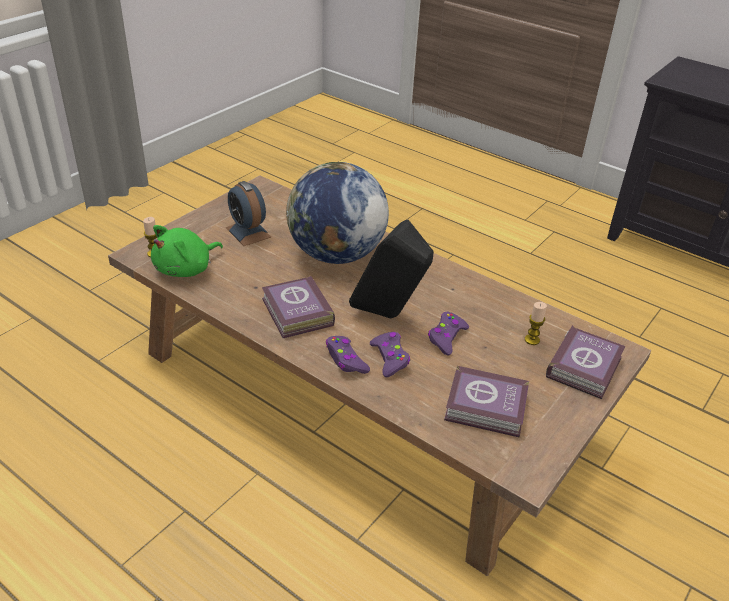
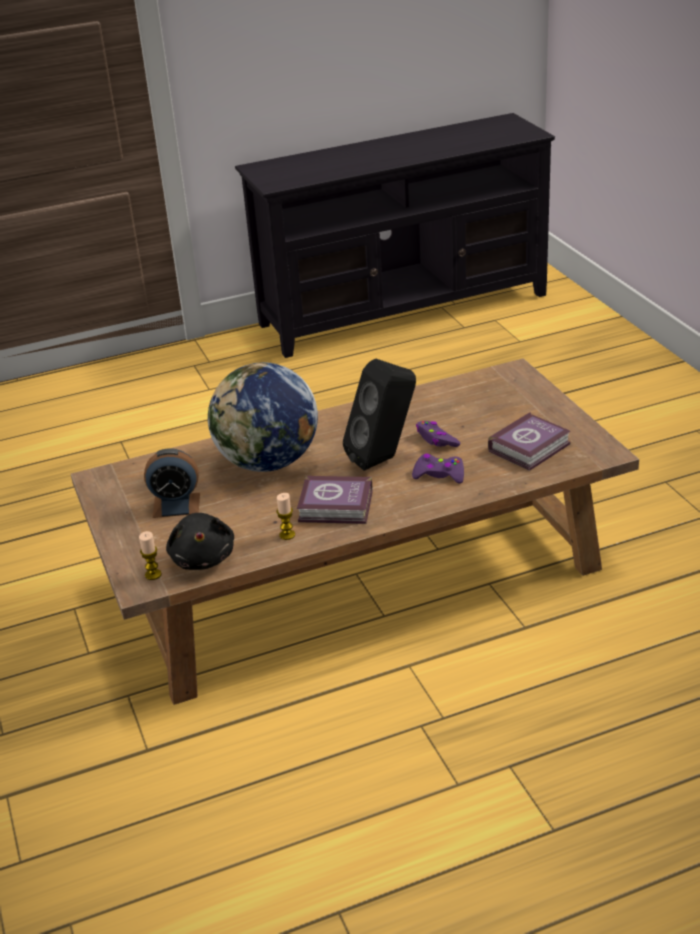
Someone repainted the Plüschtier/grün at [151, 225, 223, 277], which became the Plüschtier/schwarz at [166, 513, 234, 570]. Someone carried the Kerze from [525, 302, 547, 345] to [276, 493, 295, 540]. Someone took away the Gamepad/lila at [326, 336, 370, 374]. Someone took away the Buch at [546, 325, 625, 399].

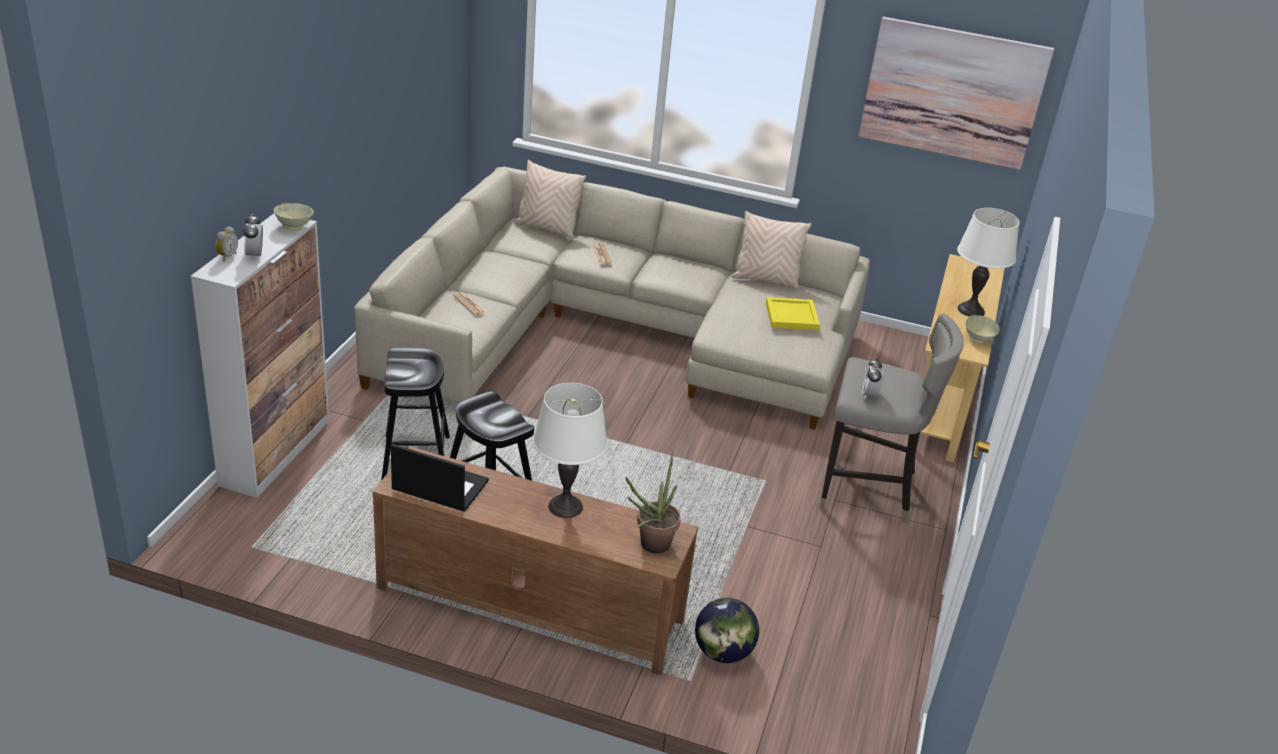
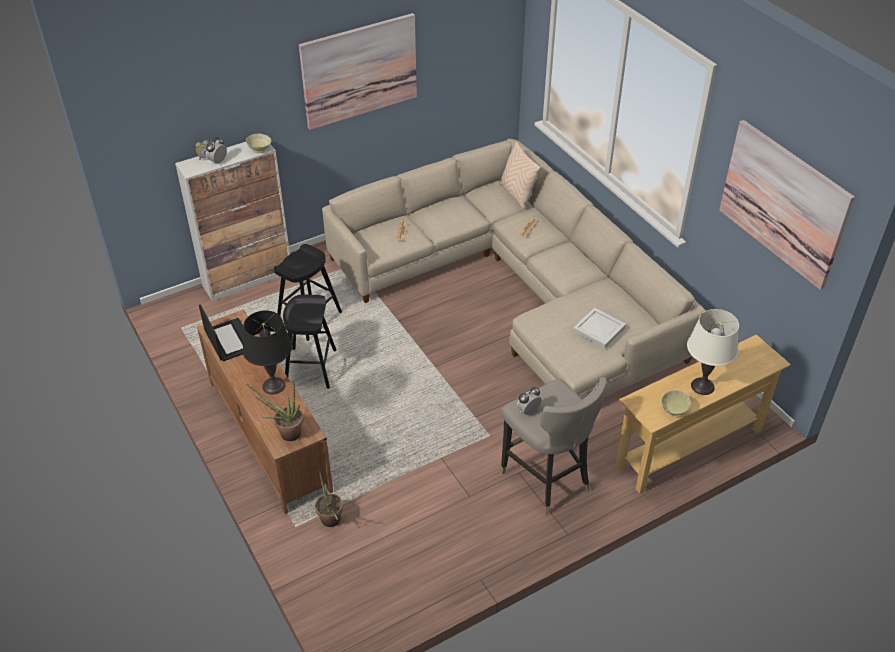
Someone repainted the Tischlampe/weiß at [533, 383, 608, 518], which became the Tischlampe/schwarz at [242, 310, 292, 394]. Someone put up the Bild at [299, 13, 417, 130]. Someone swapped the Globus at [695, 598, 759, 663] for the Topfpflanze at [315, 469, 343, 527]. Someone repainted the Tablett/gelb at [766, 297, 820, 330], which became the Tablett/weiß at [573, 308, 626, 349]. Someone took away the Kissen/beige at [732, 211, 811, 289].

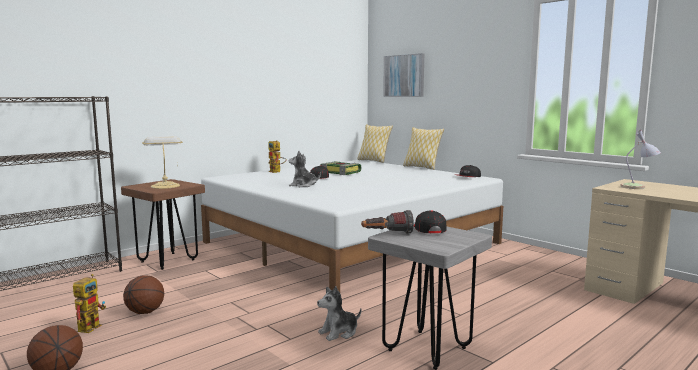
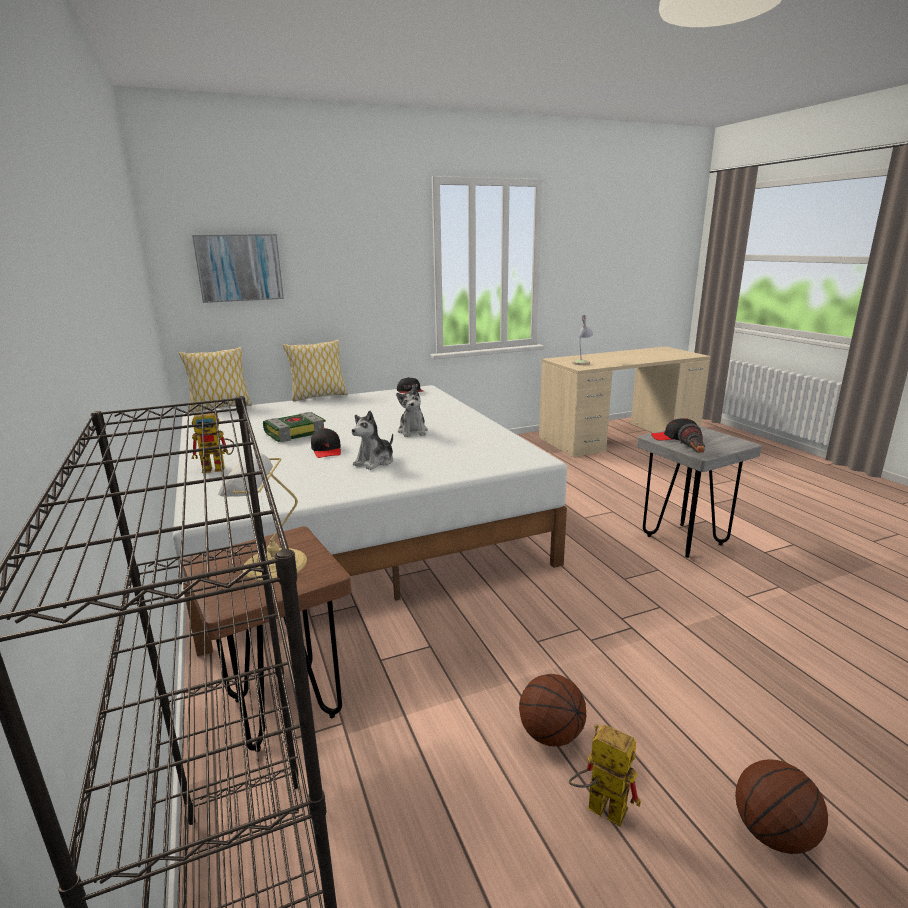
Someone carried the Plüschtier from [317, 286, 362, 341] to [396, 386, 428, 437].

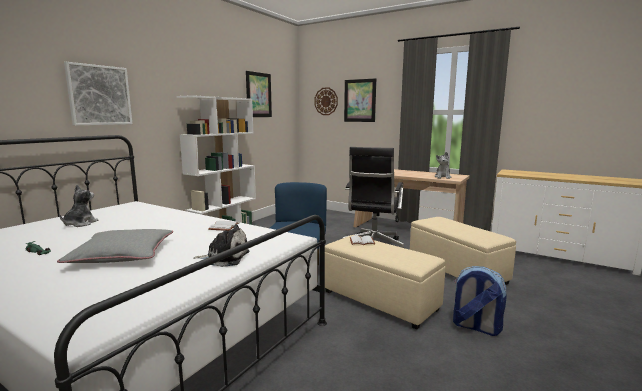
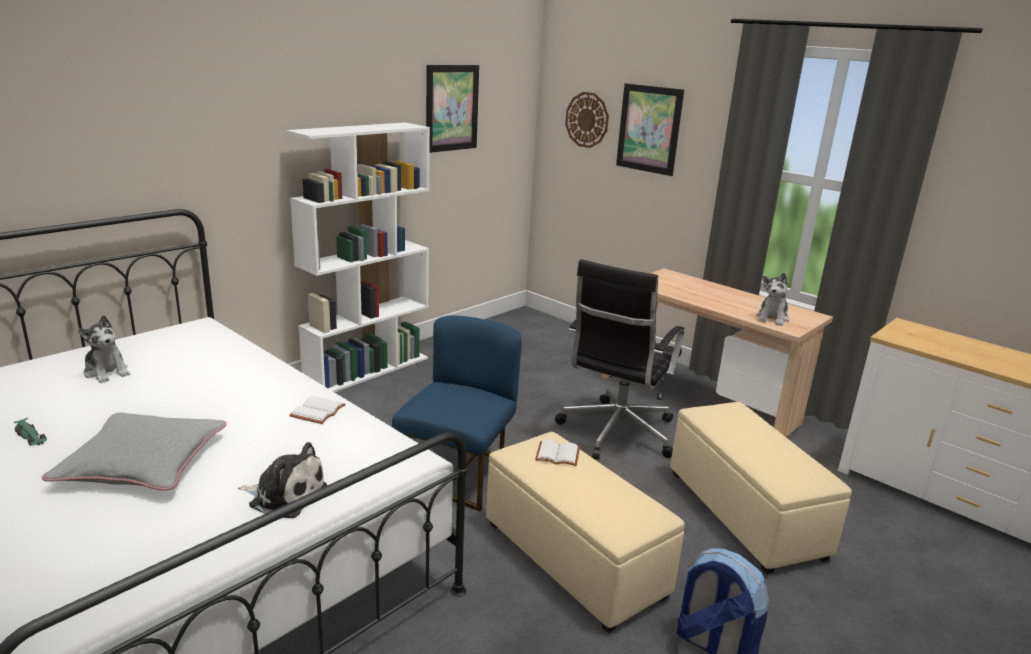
Someone rotated the Plüschtier at [59, 185, 99, 227] by 105 degrees clockwise. Someone took away the Bild at [64, 62, 132, 126].

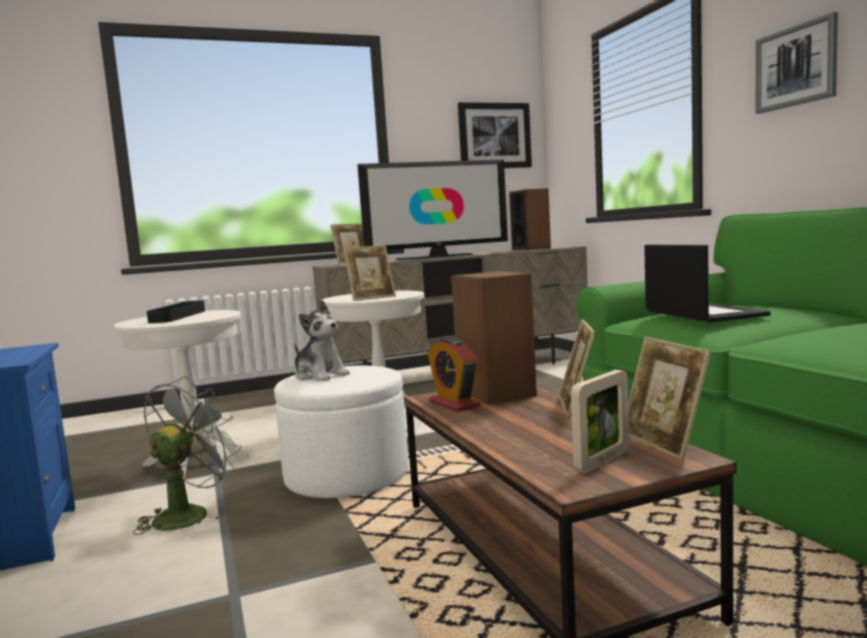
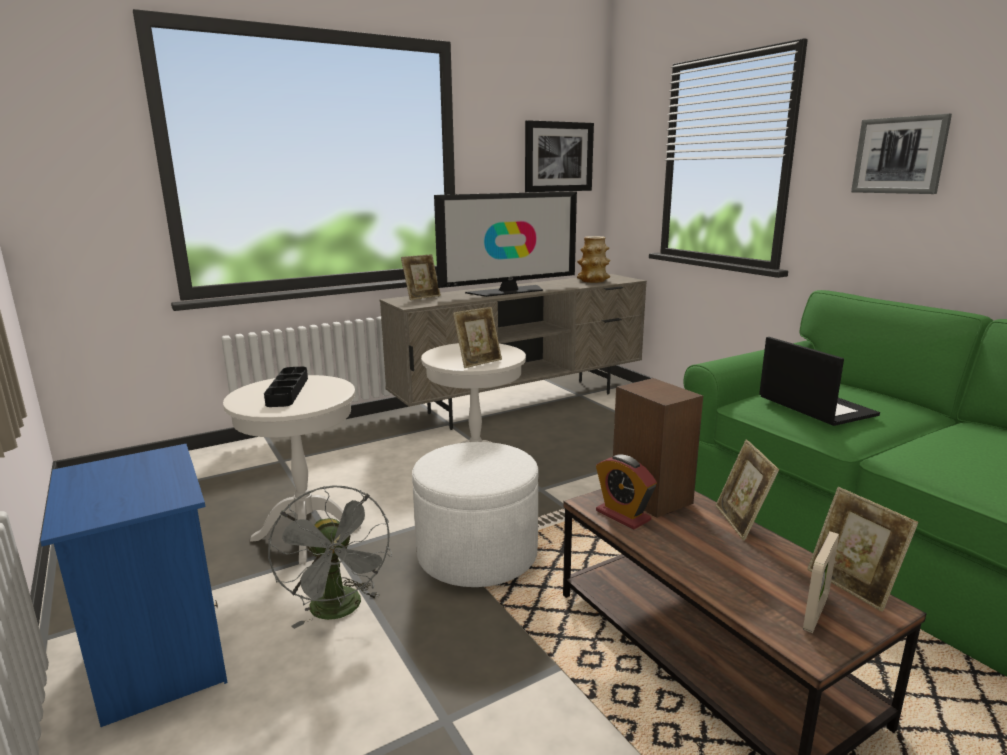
Someone rotated the Ventilator/grau at [133, 376, 241, 535] by 135 degrees clockwise. Someone swapped the Lautsprecher at [509, 188, 551, 250] for the Vase at [577, 236, 611, 283]. Someone took away the Plüschtier at [294, 300, 350, 381].

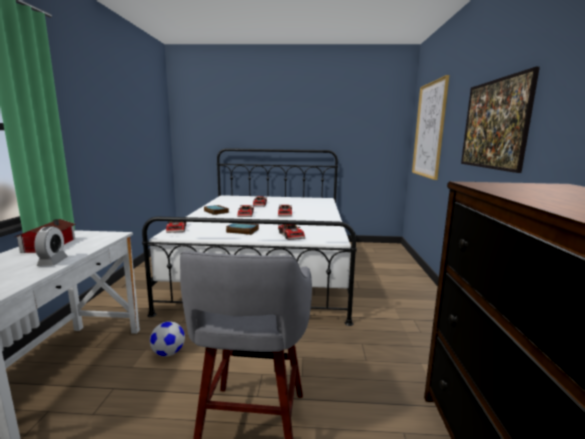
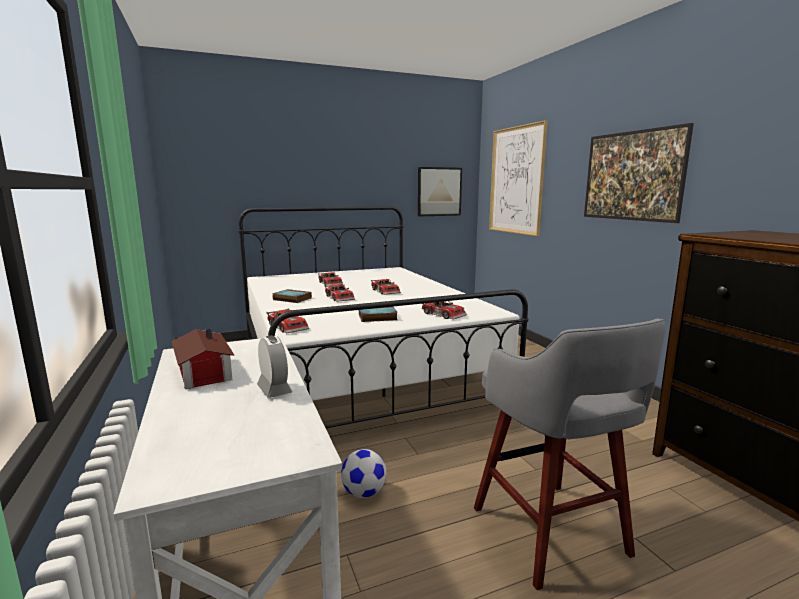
Someone put up the Bild at [418, 167, 462, 216].

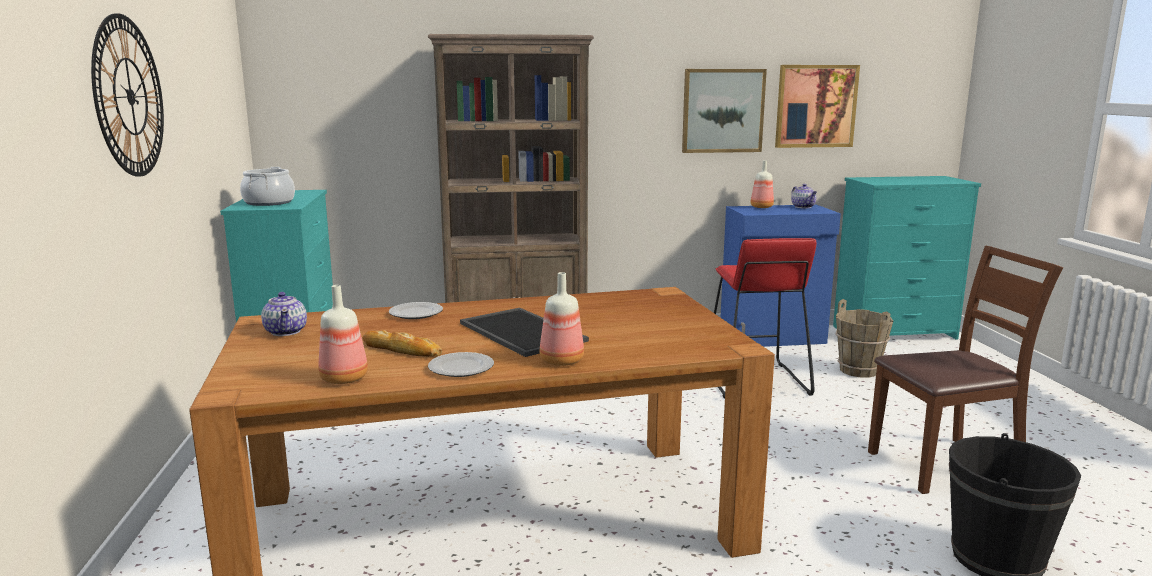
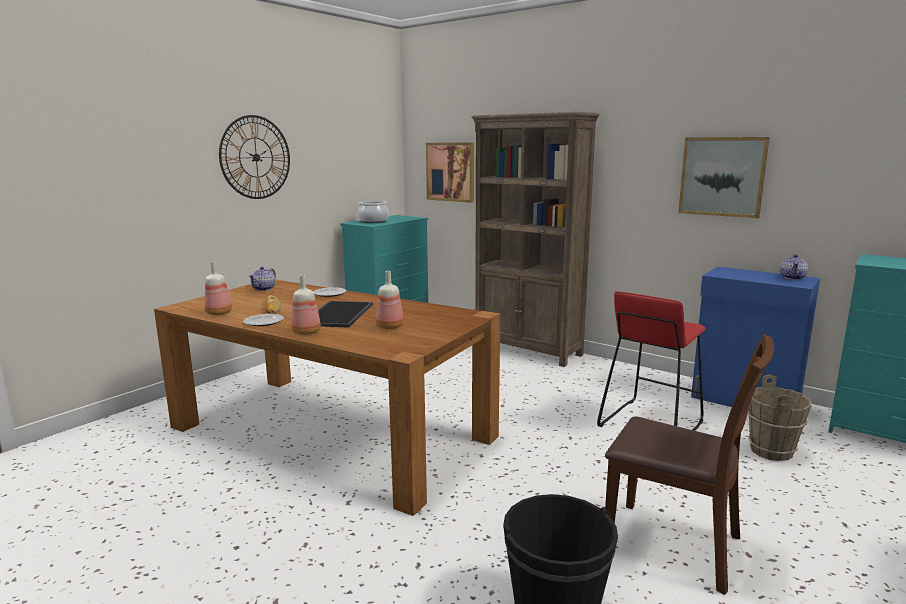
Someone carried the Flasche from [751, 160, 774, 208] to [376, 271, 404, 329]. Someone carried the Bild from [775, 65, 860, 148] to [426, 142, 474, 203].

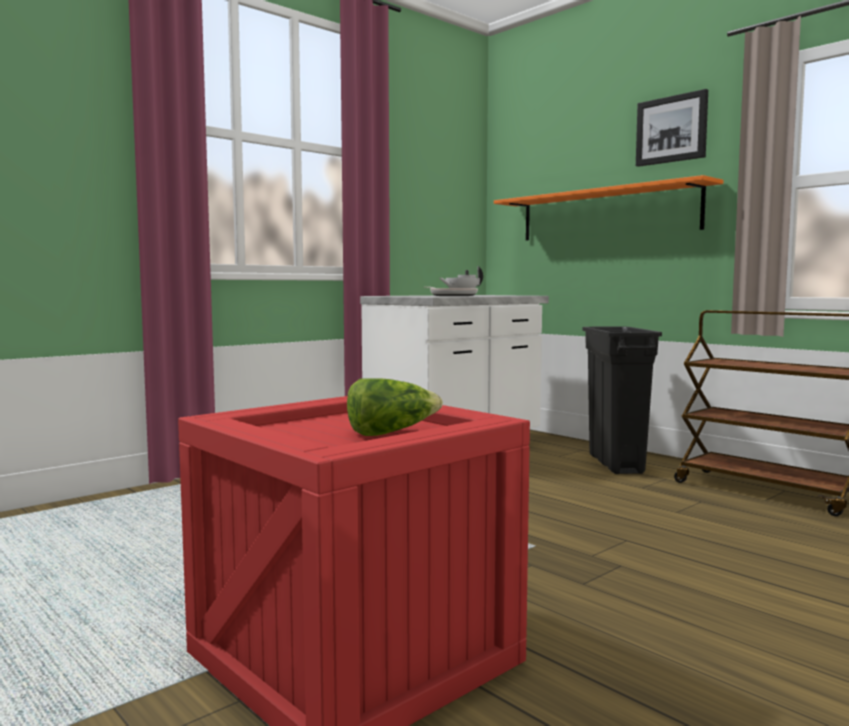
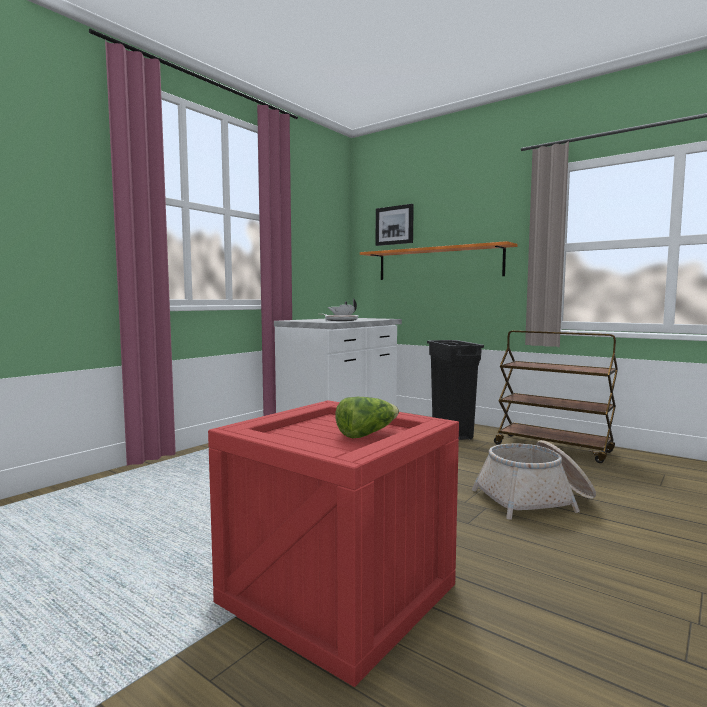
Someone carried the Bild from [636, 89, 708, 167] to [376, 204, 414, 246]. Someone put down the Korb at [472, 440, 596, 520].

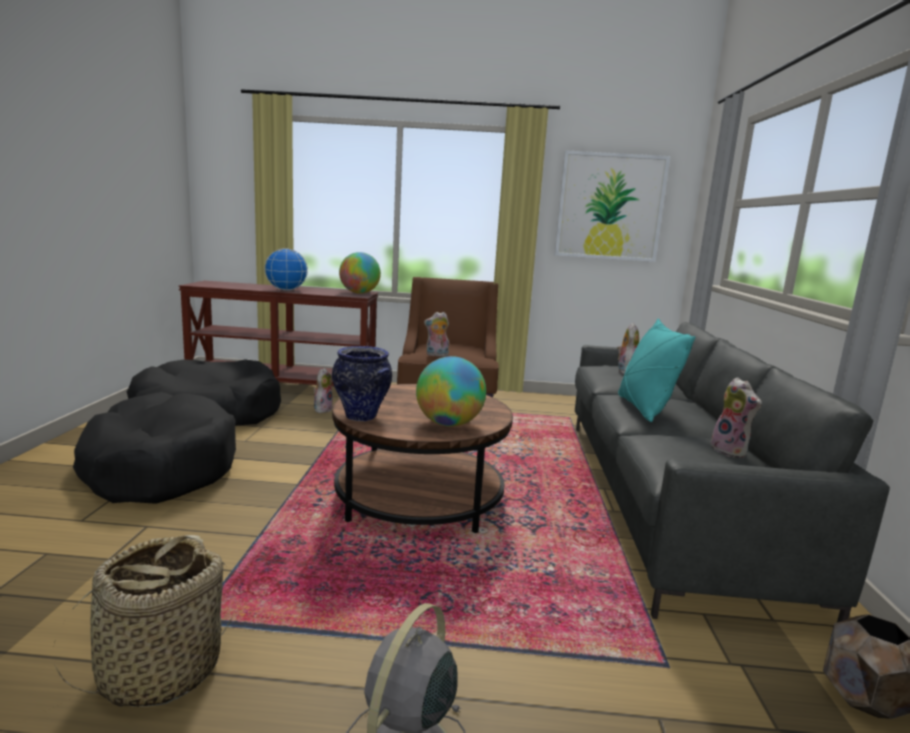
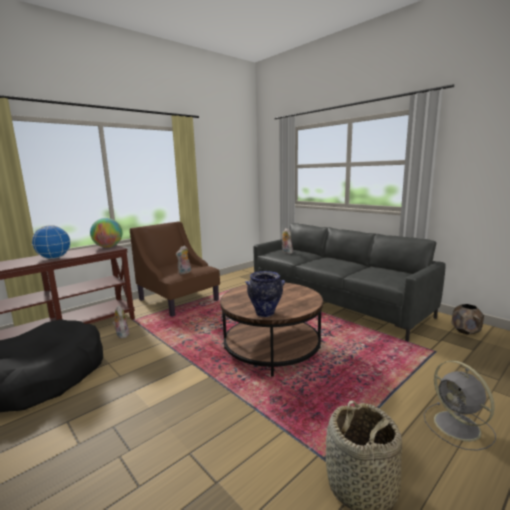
Someone took away the Hundebett/schwarz at [73, 392, 236, 504]. Someone took away the Globus at [416, 356, 486, 427]. Someone took away the Bild at [554, 150, 671, 262]. Someone took away the Kissen/türkis at [618, 319, 696, 422]. Someone took away the Plüschtier at [710, 377, 762, 458].

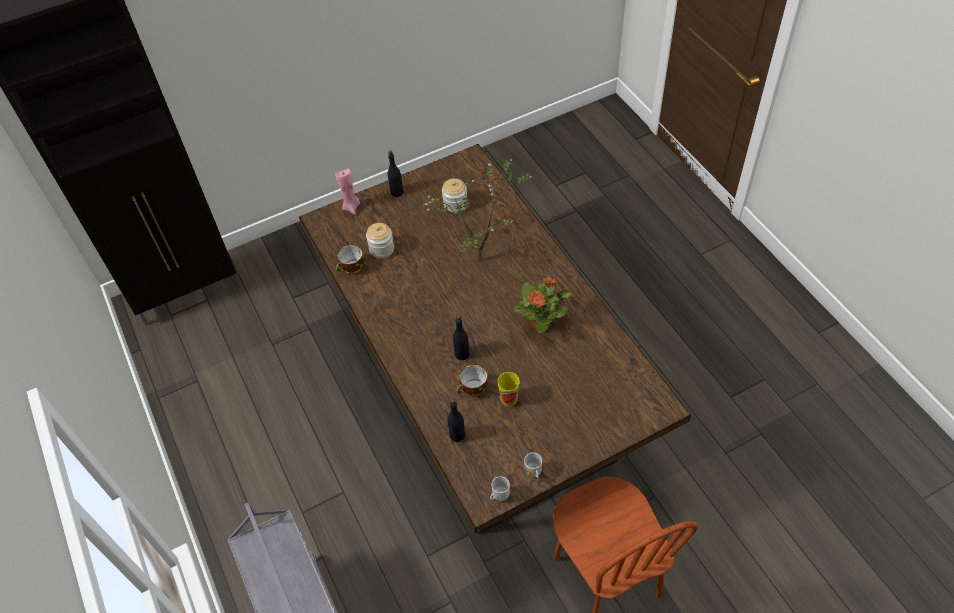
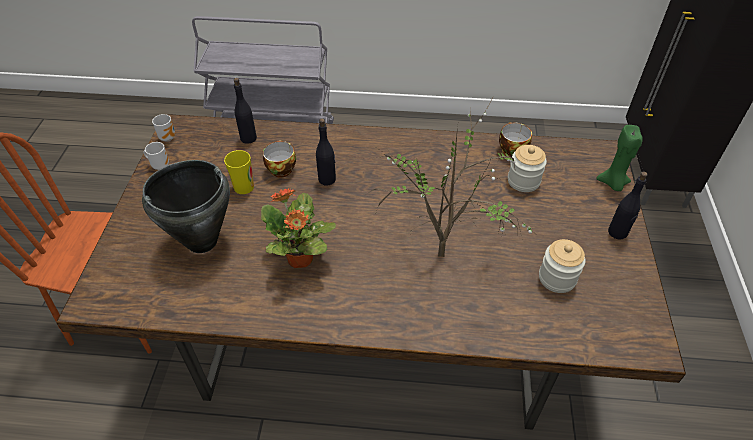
Someone put down the Kochtopf/schwarz at [142, 160, 230, 253]. Someone repainted the Kerze/rosa at [335, 168, 360, 215], which became the Kerze/grün at [596, 125, 643, 191].

